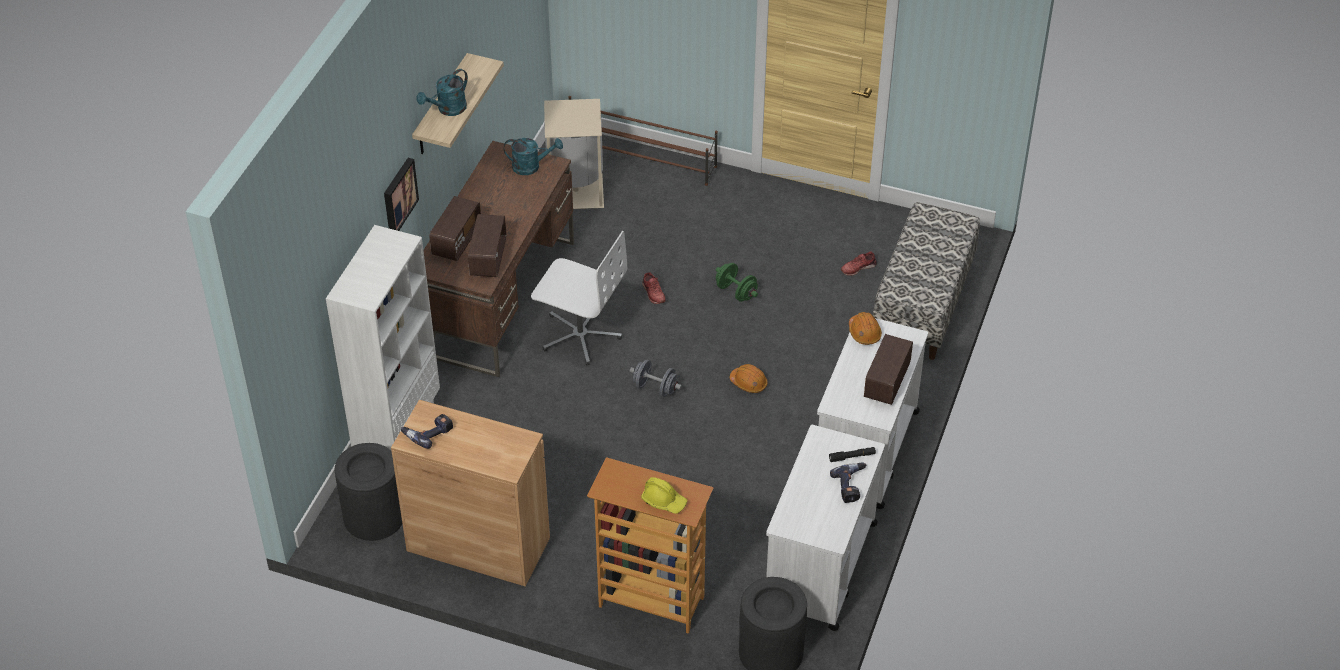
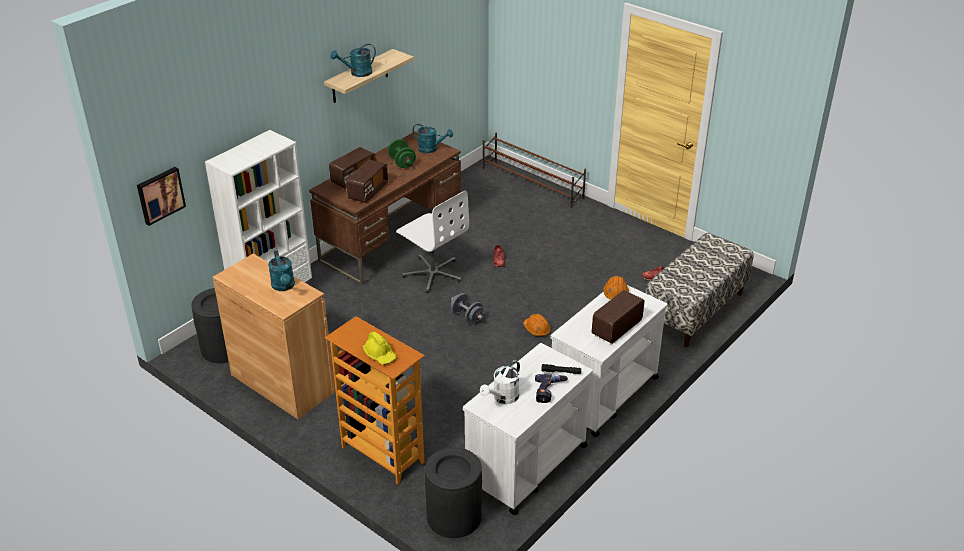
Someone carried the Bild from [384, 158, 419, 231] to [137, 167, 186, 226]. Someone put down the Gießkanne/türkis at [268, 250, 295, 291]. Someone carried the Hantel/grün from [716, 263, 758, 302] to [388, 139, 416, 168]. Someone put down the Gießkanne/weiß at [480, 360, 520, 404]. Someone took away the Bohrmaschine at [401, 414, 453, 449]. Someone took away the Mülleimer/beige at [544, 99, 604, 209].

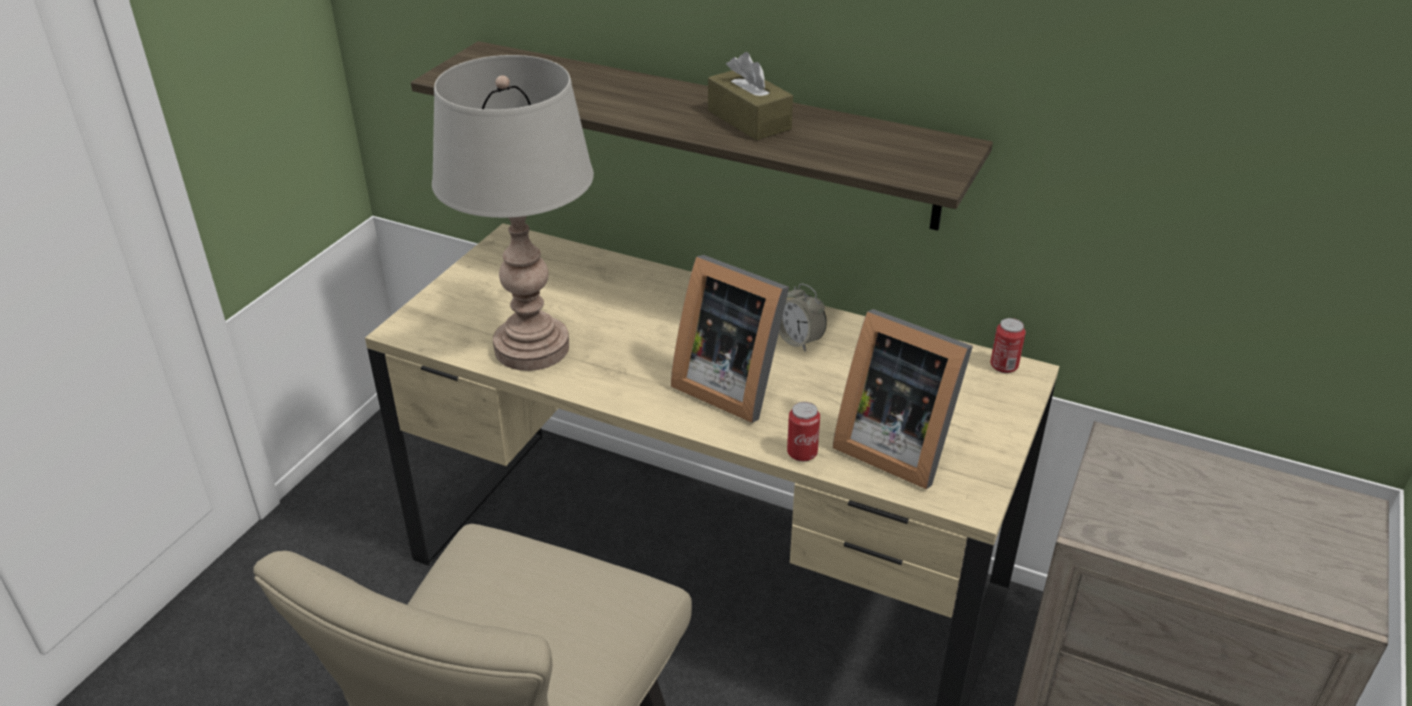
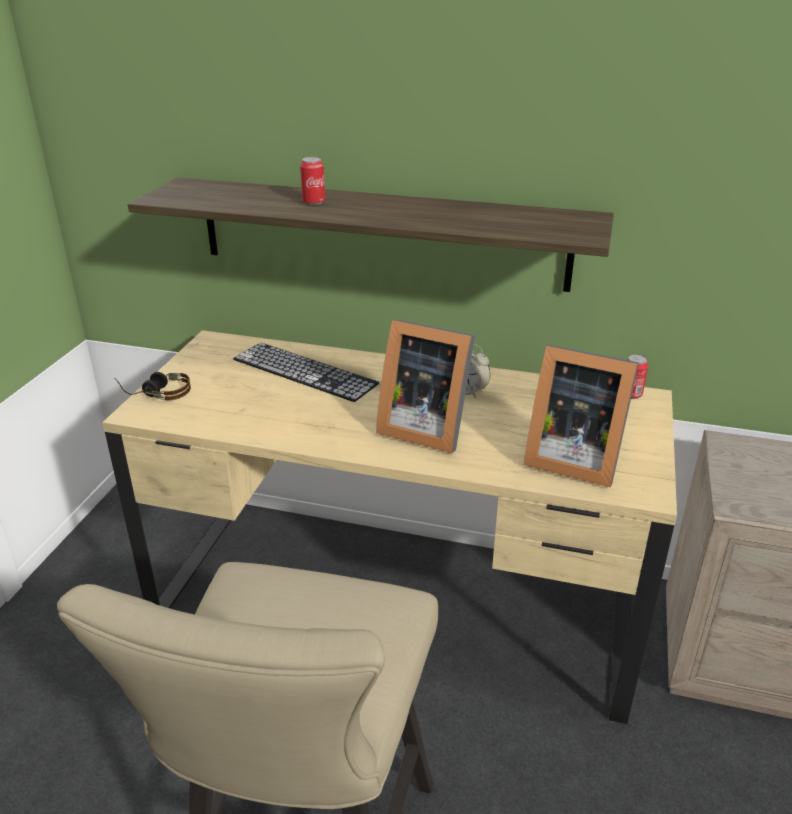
Someone put down the Kopfhörer at [115, 372, 191, 400]. Someone put down the Tastatur at [233, 343, 379, 402]. Someone carried the Dose from [787, 402, 820, 462] to [300, 157, 325, 205]. Someone took away the Tischlampe/grau at [432, 55, 594, 371]. Someone took away the Taschentuchbox/braun at [708, 52, 793, 141].

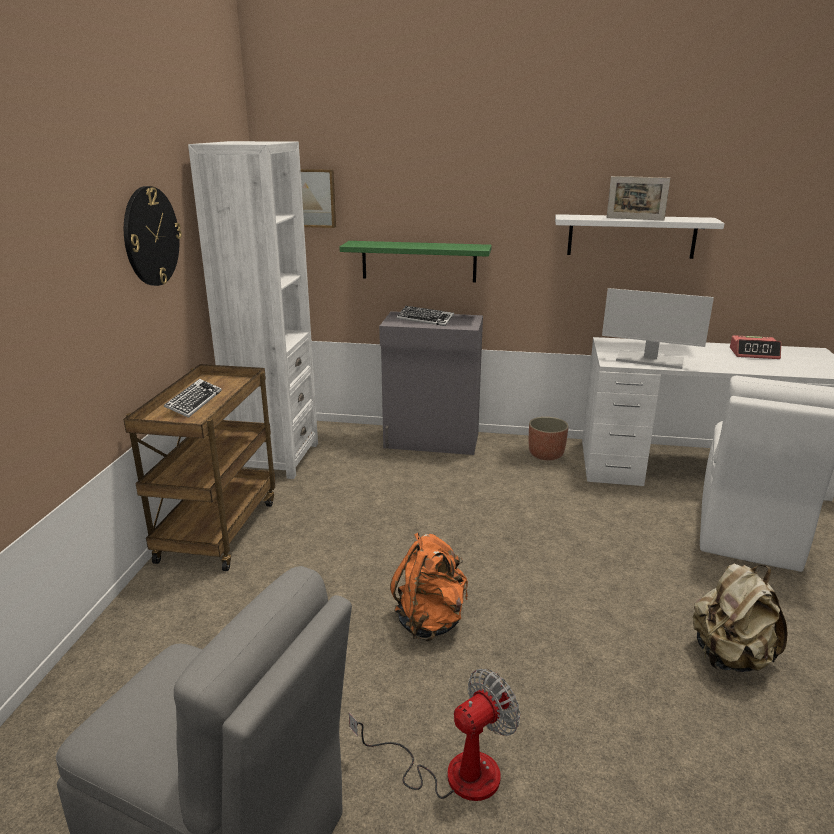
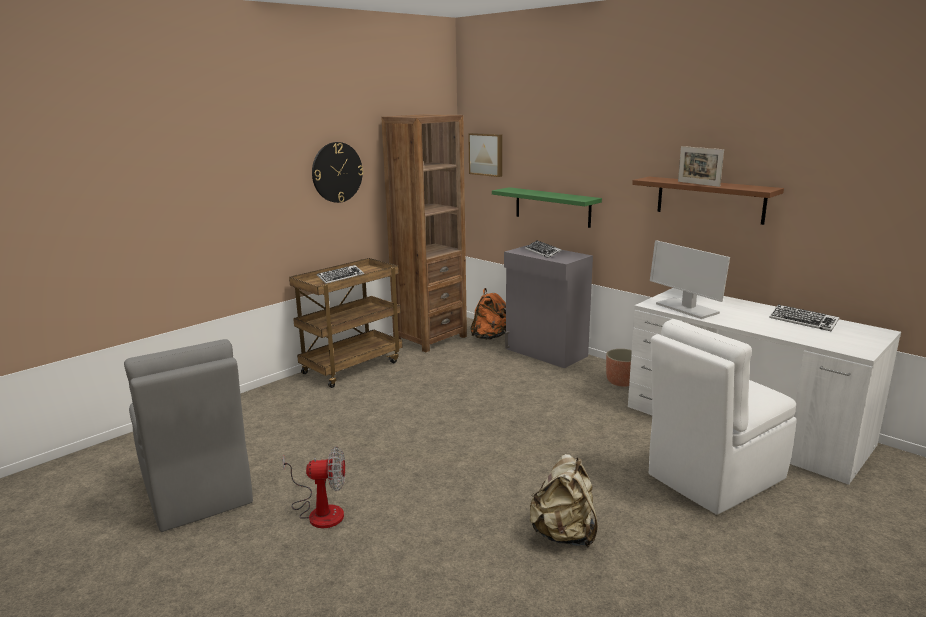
Someone repainted the Bücherregal/weiß at [188, 141, 318, 479], which became the Bücherregal/braun at [381, 114, 467, 352]. Someone carried the Rucksack/orange from [390, 533, 468, 641] to [471, 288, 506, 340]. Someone repainted the Wandregal/weiß at [555, 214, 725, 259], which became the Wandregal/braun at [632, 177, 784, 225]. Someone swapped the Wecker at [730, 335, 781, 359] for the Tastatur at [769, 305, 840, 331].

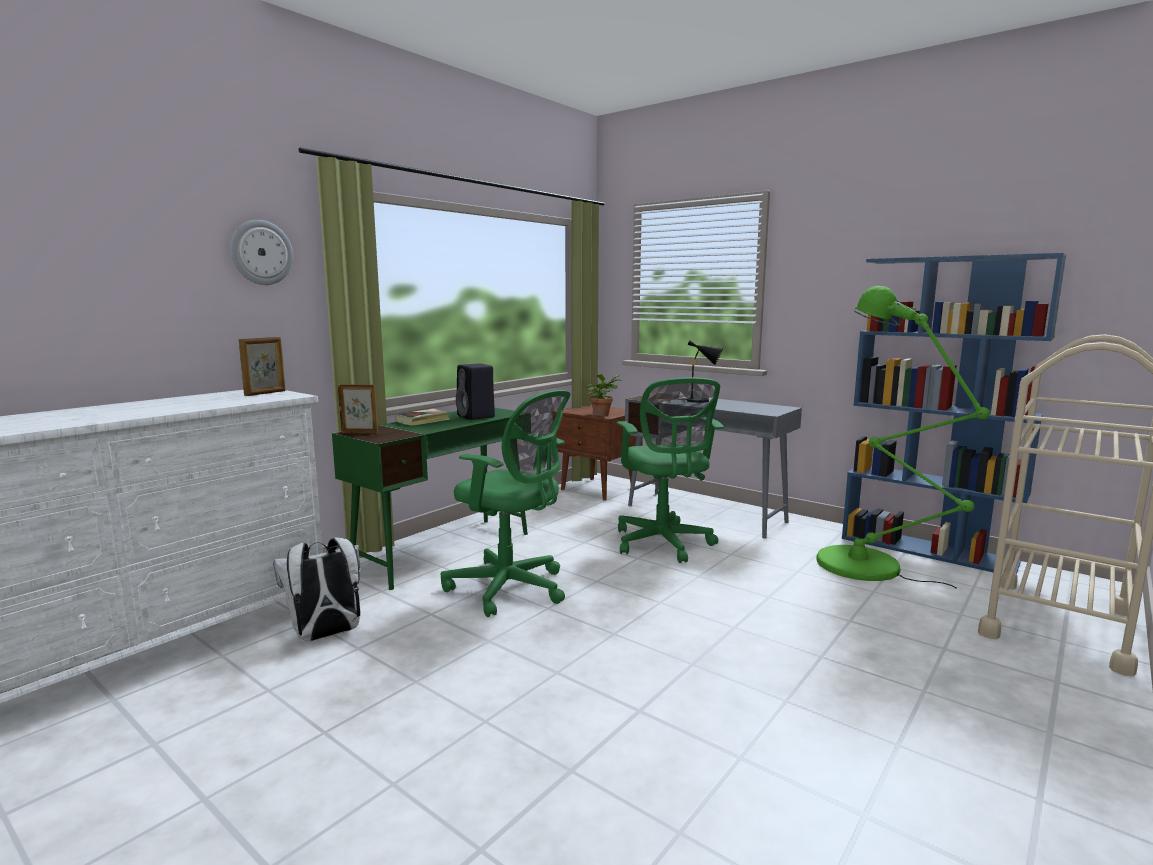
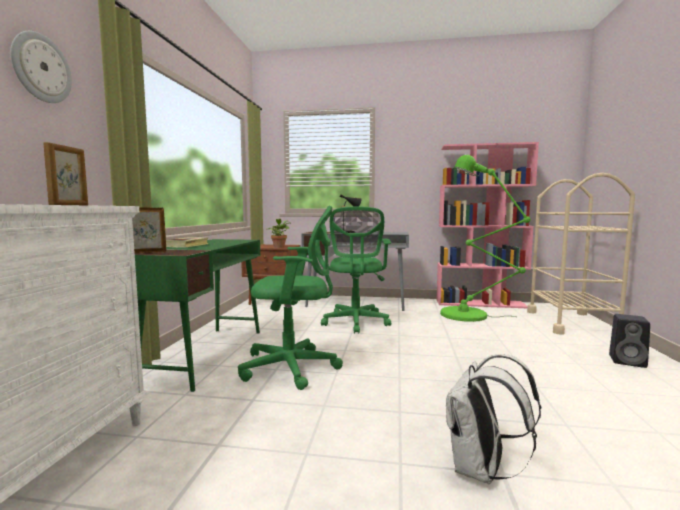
Someone rotated the Bürostuhl/grün at [617, 377, 724, 563] by 45 degrees clockwise. Someone repainted the Bücherregal/blau at [842, 253, 1066, 574], which became the Bücherregal/rosa at [436, 142, 539, 308]. Someone carried the Rucksack/weiß from [273, 537, 360, 641] to [446, 354, 541, 484]. Someone carried the Lautsprecher/schwarz from [456, 363, 495, 420] to [609, 314, 650, 368].

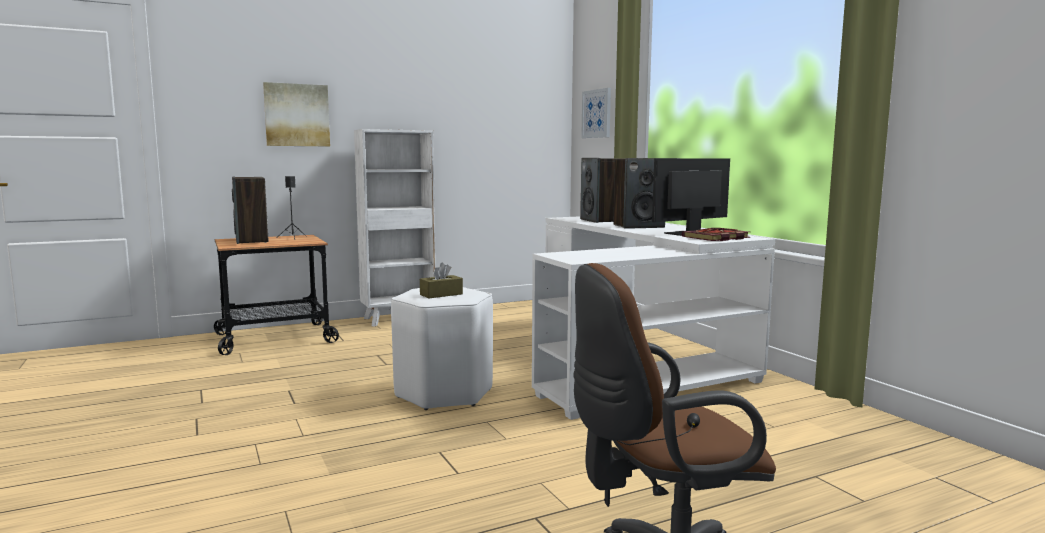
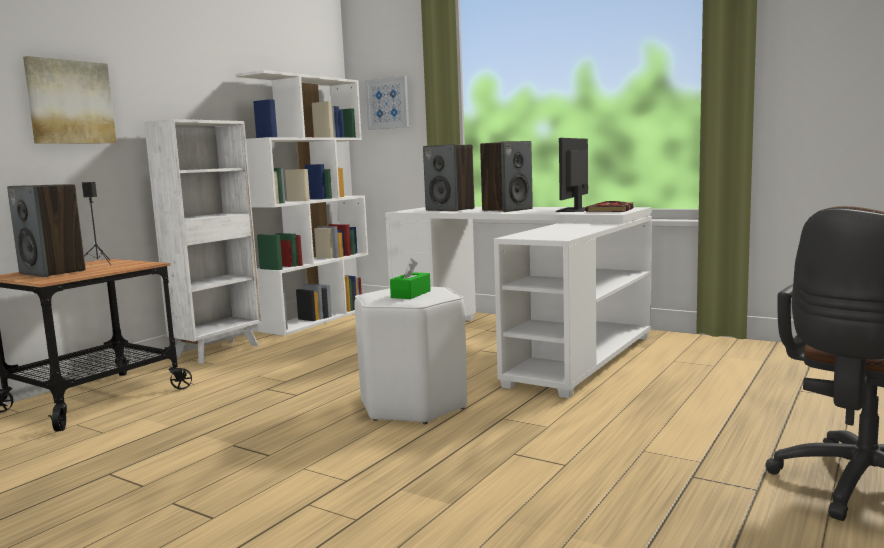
Someone put down the Bücherregal/weiß at [236, 70, 368, 336]. Someone repainted the Taschentuchbox/braun at [420, 263, 463, 298], which became the Taschentuchbox/grün at [390, 258, 431, 299].

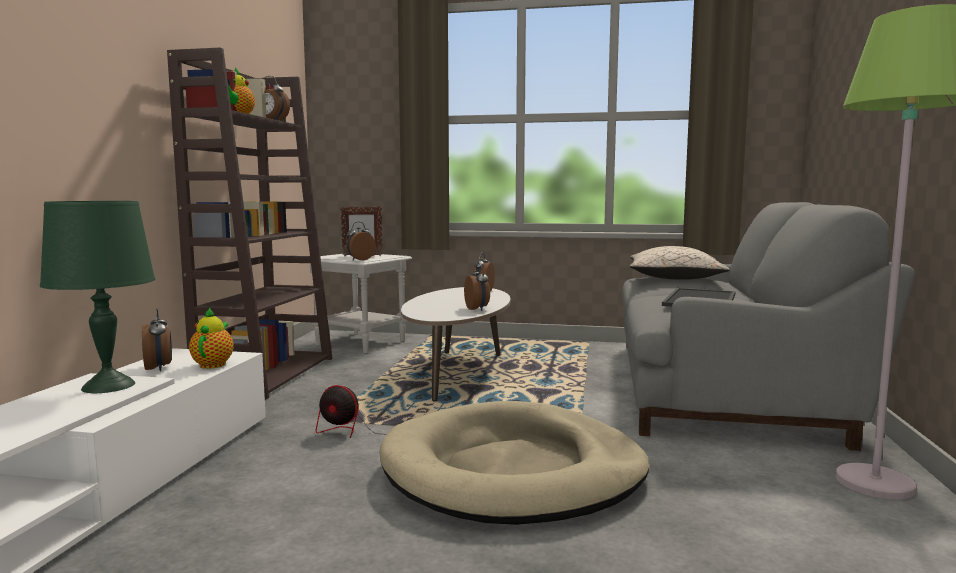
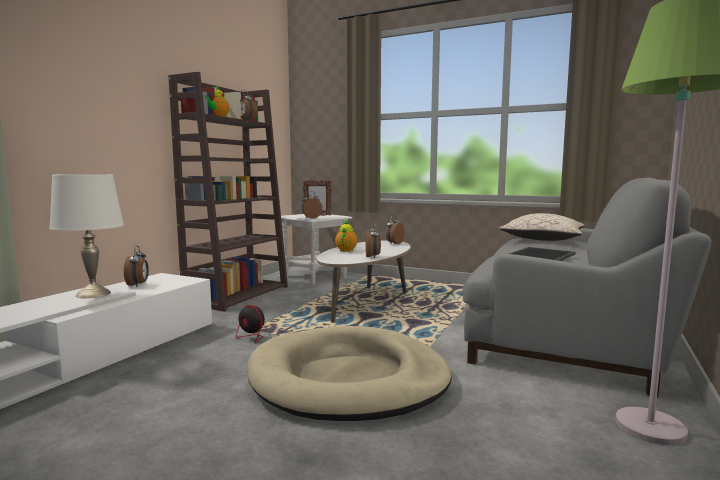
Someone repainted the Tischlampe/grün at [40, 201, 155, 393], which became the Tischlampe/weiß at [49, 174, 124, 298]. Someone carried the Teekanne from [189, 308, 234, 369] to [335, 219, 357, 252].

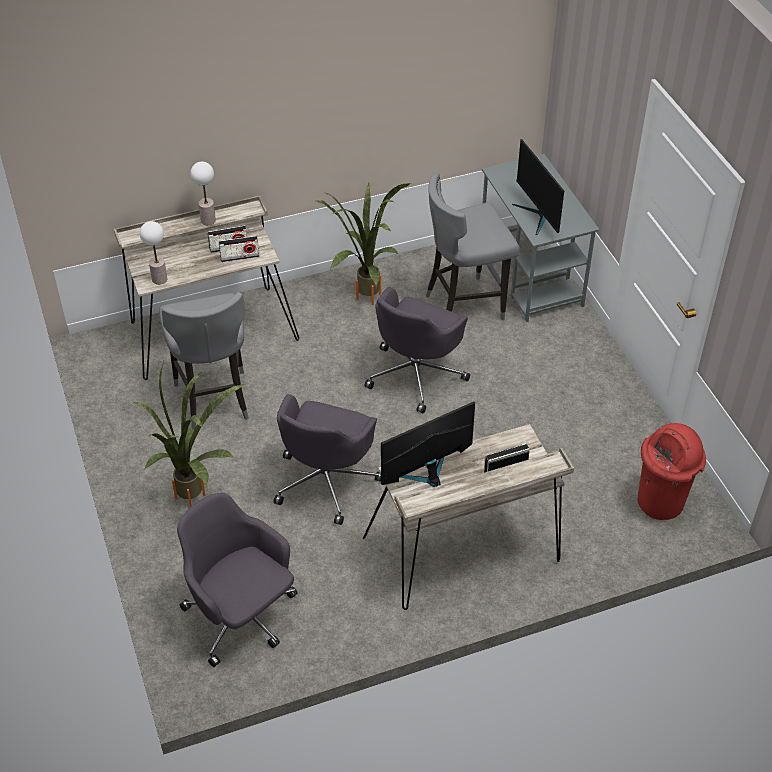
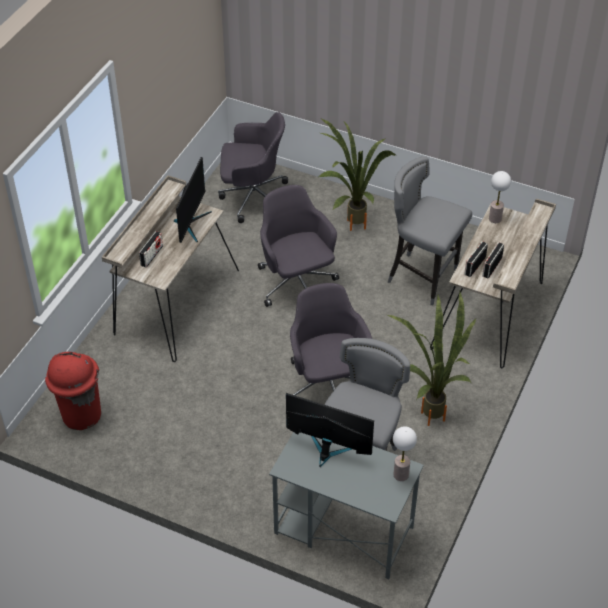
Someone carried the Tischlampe from [191, 162, 216, 225] to [393, 426, 417, 481].

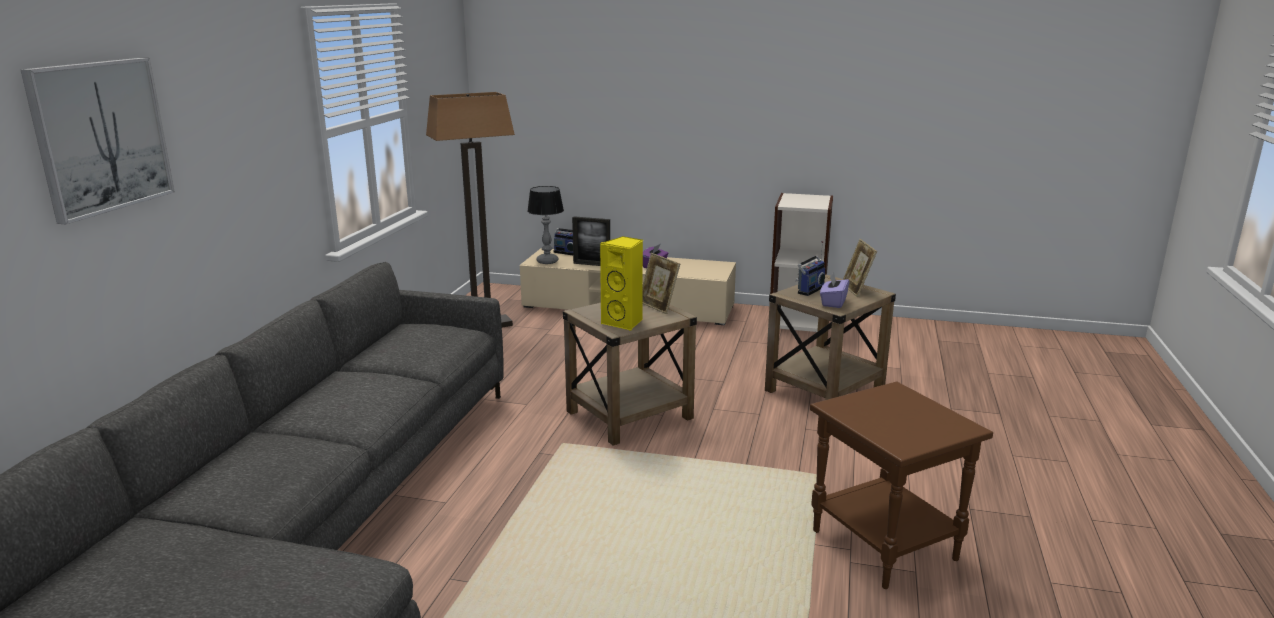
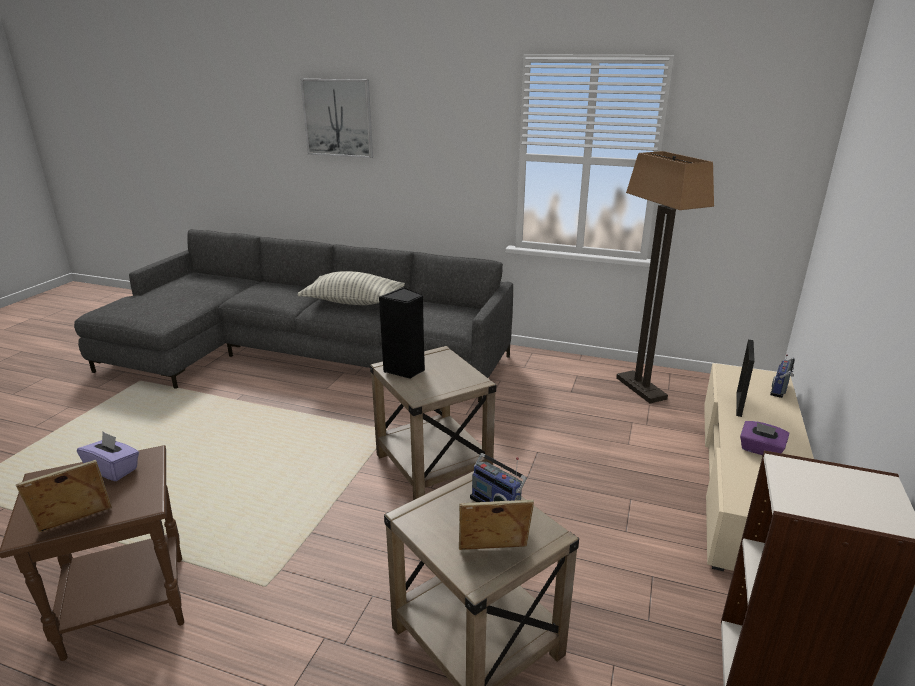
Someone carried the Bilderrahmen from [642, 253, 680, 314] to [16, 460, 112, 533]. Someone carried the Taschentuchbox/lila from [820, 272, 850, 308] to [77, 432, 139, 481]. Someone put down the Kissen at [297, 271, 405, 305]. Someone repainted the Lautsprecher/gelb at [600, 236, 643, 330], which became the Lautsprecher/schwarz at [379, 287, 425, 379]. Someone took away the Tischlampe at [527, 186, 564, 264].

